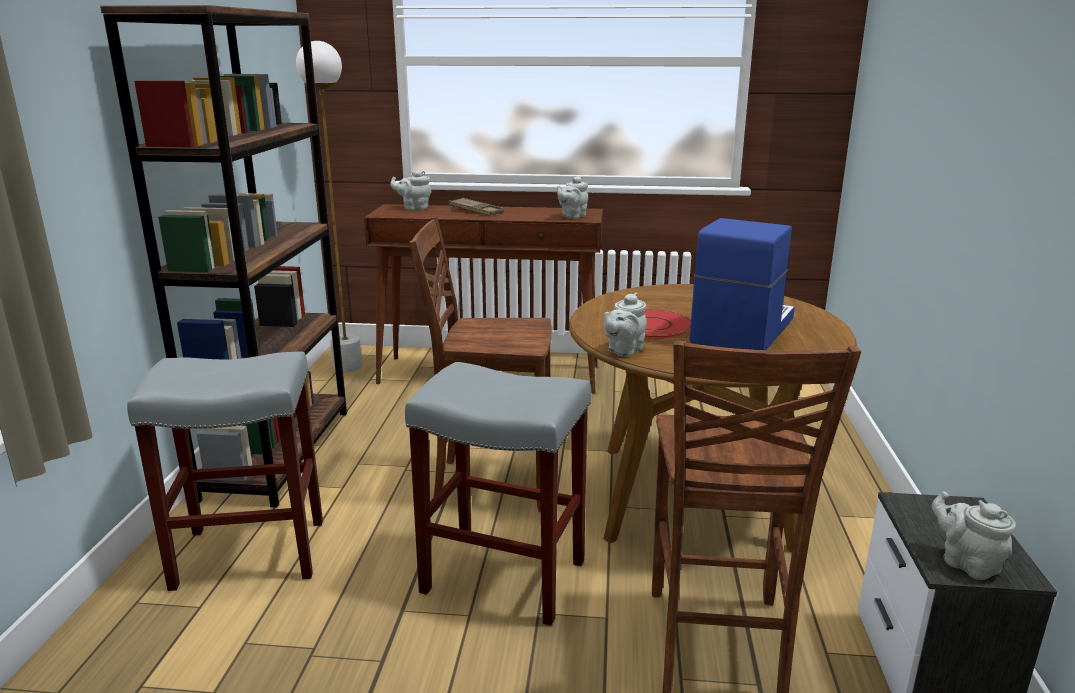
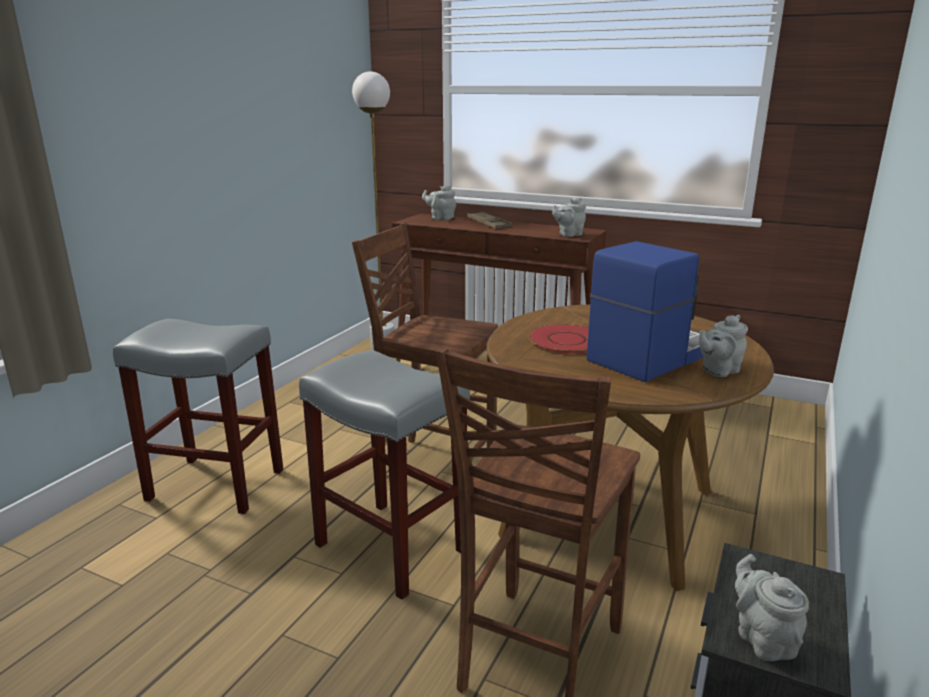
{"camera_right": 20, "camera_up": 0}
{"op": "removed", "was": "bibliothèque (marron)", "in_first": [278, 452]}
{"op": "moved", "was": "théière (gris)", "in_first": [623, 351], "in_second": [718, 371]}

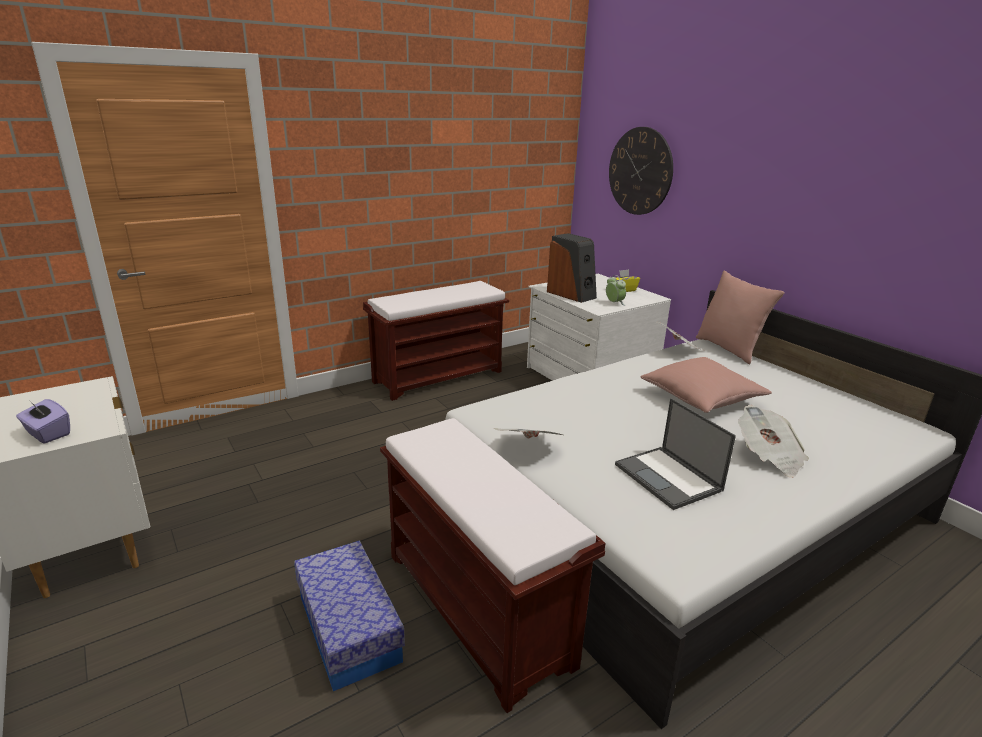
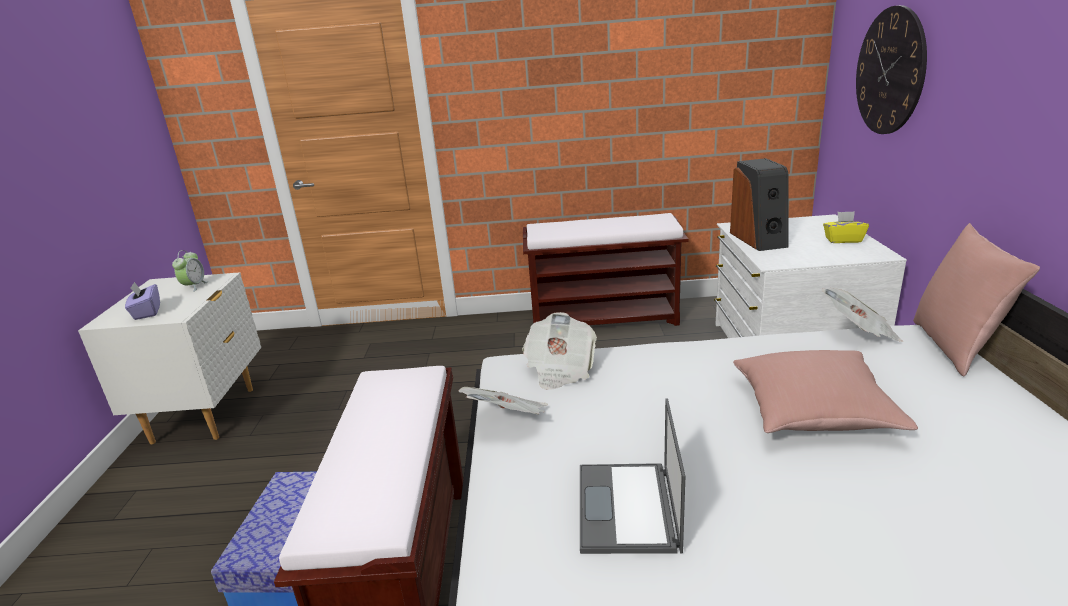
{"camera_right": 35, "camera_up": 0}
{"op": "moved", "was": "réveil", "in_first": [614, 303], "in_second": [194, 286]}
{"op": "moved", "was": "journal", "in_first": [769, 457], "in_second": [560, 369]}

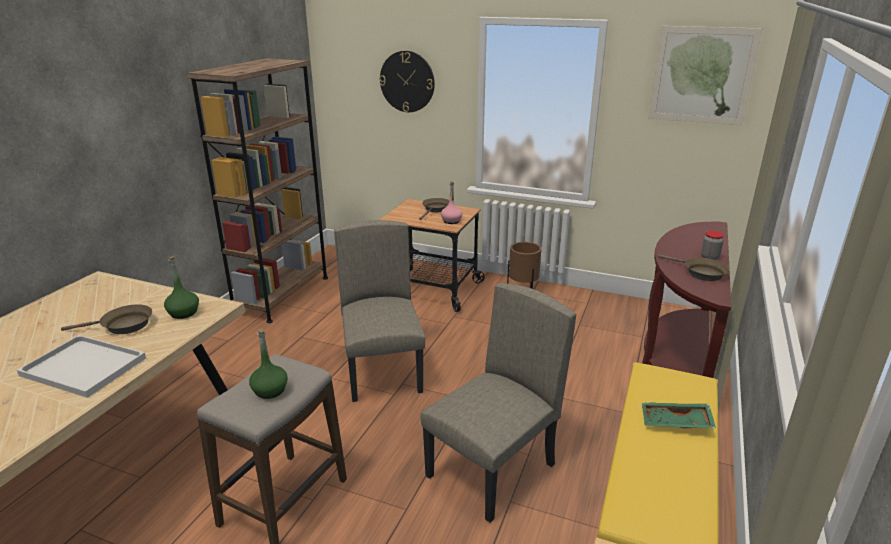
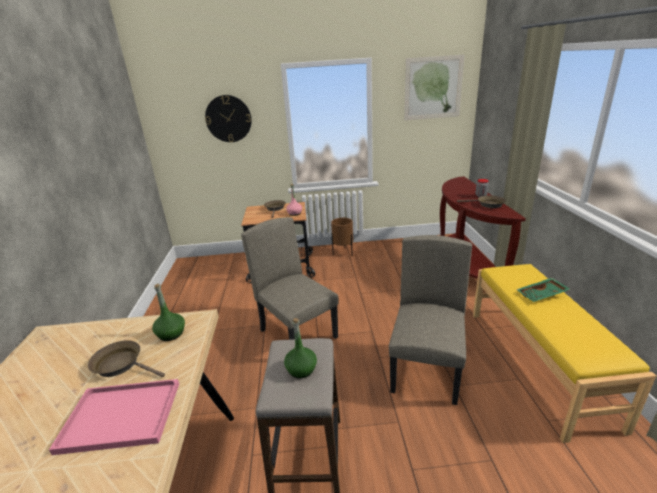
{"camera_right": -25, "camera_up": 0}
{"op": "recoloured", "was": "plateau (blanc)", "now": "plateau (rose)", "in_first": [86, 366], "in_second": [123, 415]}
{"op": "turned", "was": "poêle (marron)", "in_first": [123, 325], "in_second": [121, 364], "clockwise": -120}
{"op": "removed", "was": "bibliothèque (marron)", "in_first": [282, 295]}

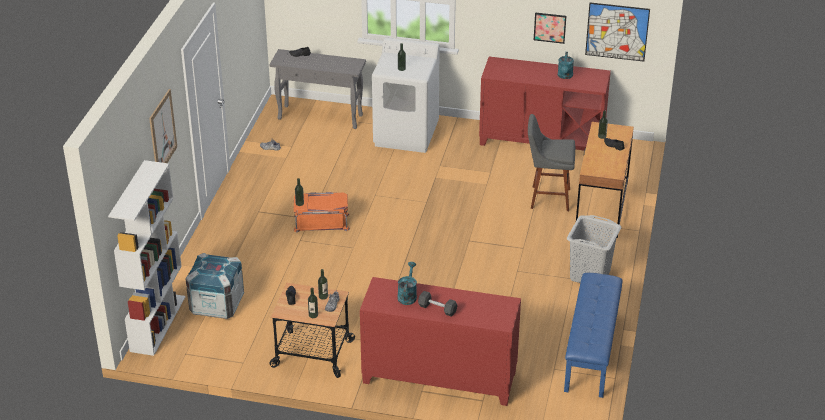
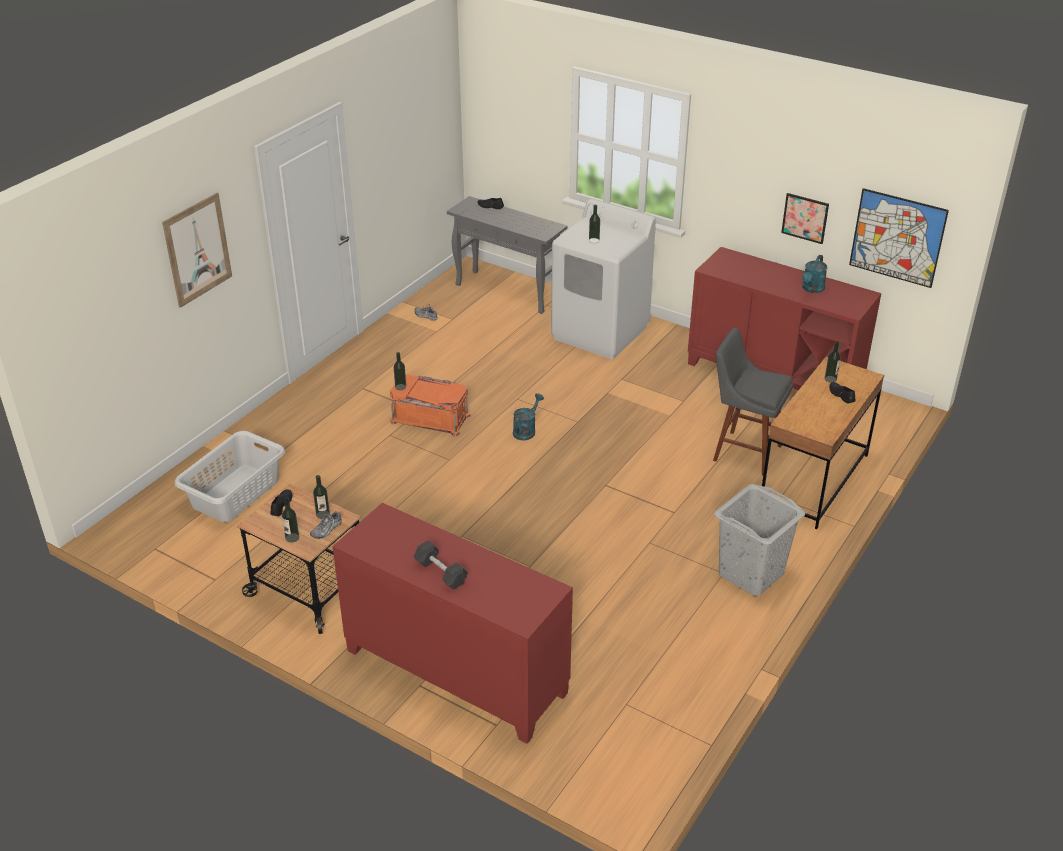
{"camera_right": 20, "camera_up": 0}
{"op": "removed", "was": "bibliothèque (blanc)", "in_first": [157, 323]}
{"op": "replaced", "was": "caisse", "now": "panier à linge (gris)", "in_first": [217, 304], "in_second": [236, 493]}
{"op": "moved", "was": "arrosoir (turquoise)", "in_first": [407, 295], "in_second": [526, 430]}
{"op": "removed", "was": "banc (bleu)", "in_first": [592, 351]}

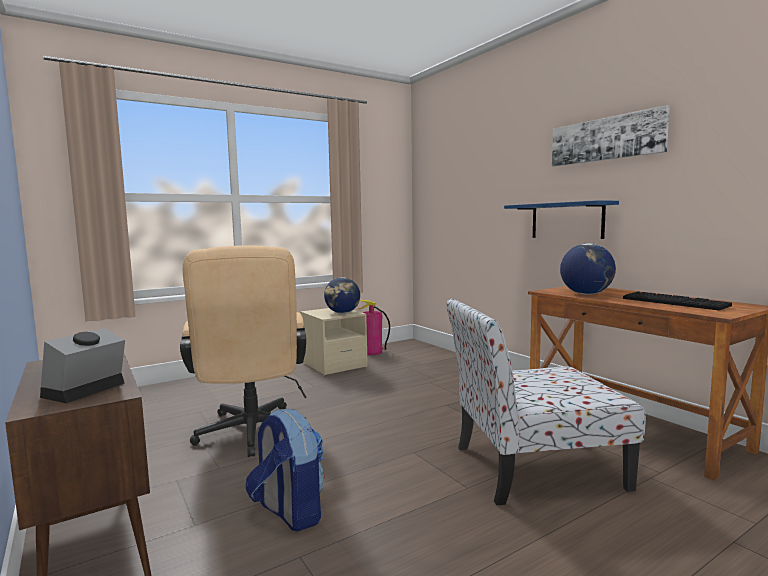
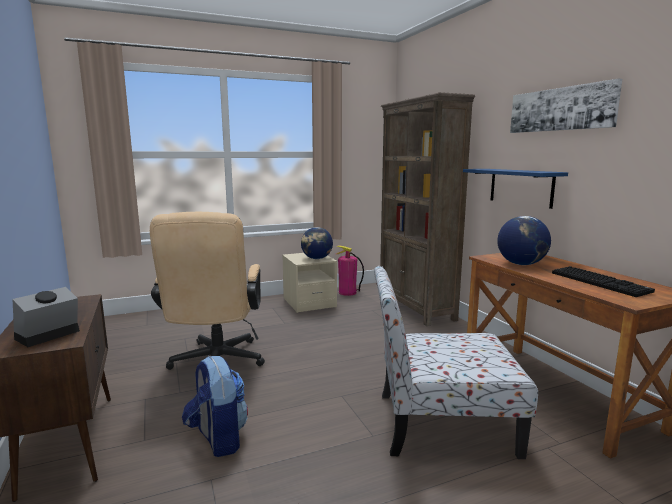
{"camera_right": 10, "camera_up": 5}
{"op": "added", "now": "bibliothèque (marron)", "in_second": [416, 308]}

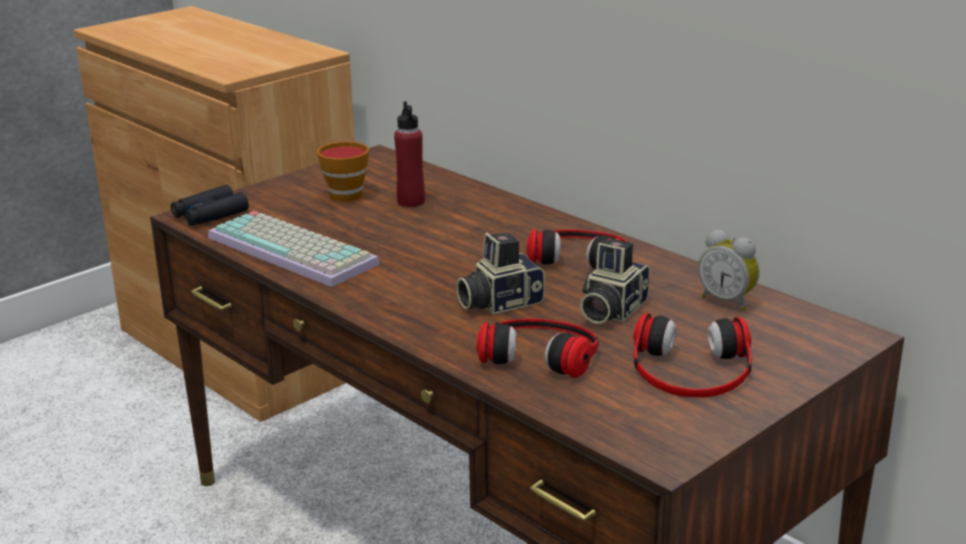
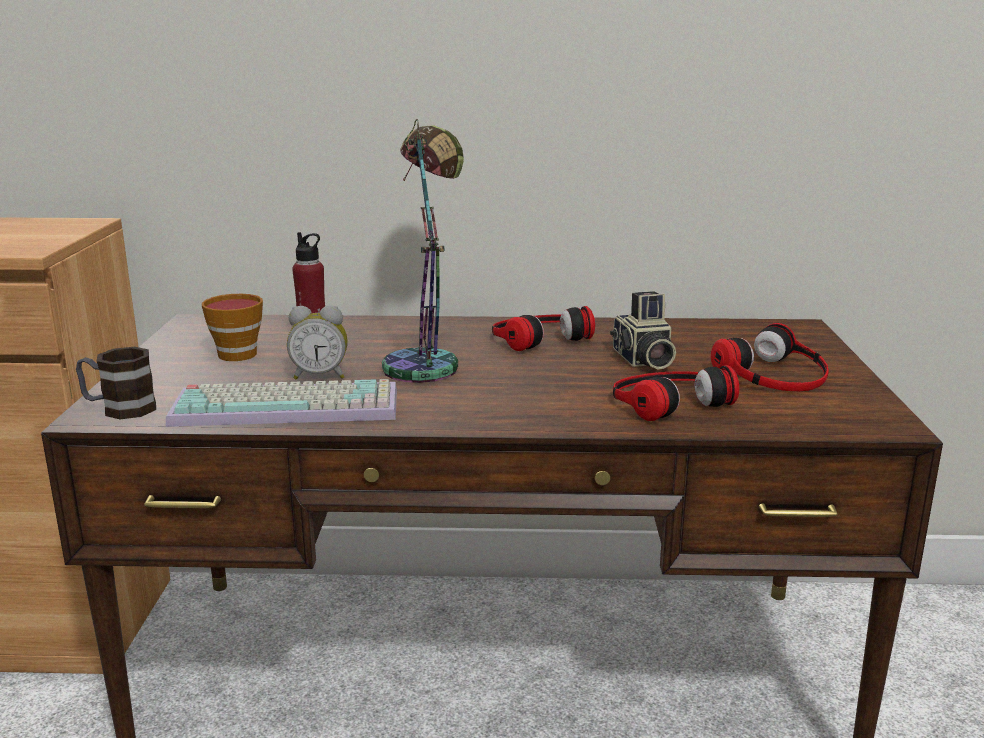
{"camera_right": -45, "camera_up": -5}
{"op": "replaced", "was": "jumelles (noir)", "now": "mug", "in_first": [210, 215], "in_second": [119, 408]}
{"op": "removed", "was": "appareil photo", "in_first": [498, 302]}
{"op": "moved", "was": "réveil", "in_first": [728, 301], "in_second": [320, 375]}
{"op": "added", "now": "lampe de table", "in_second": [428, 361]}

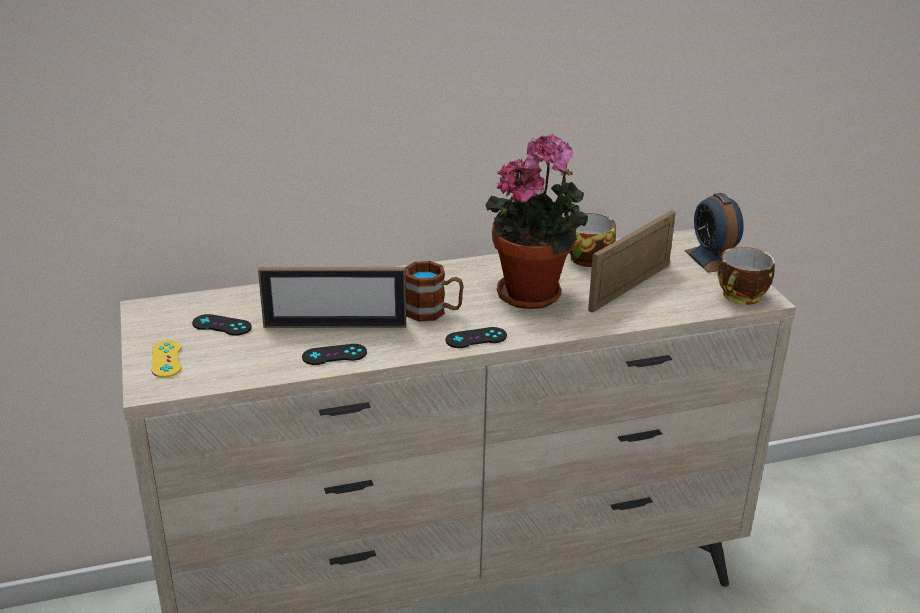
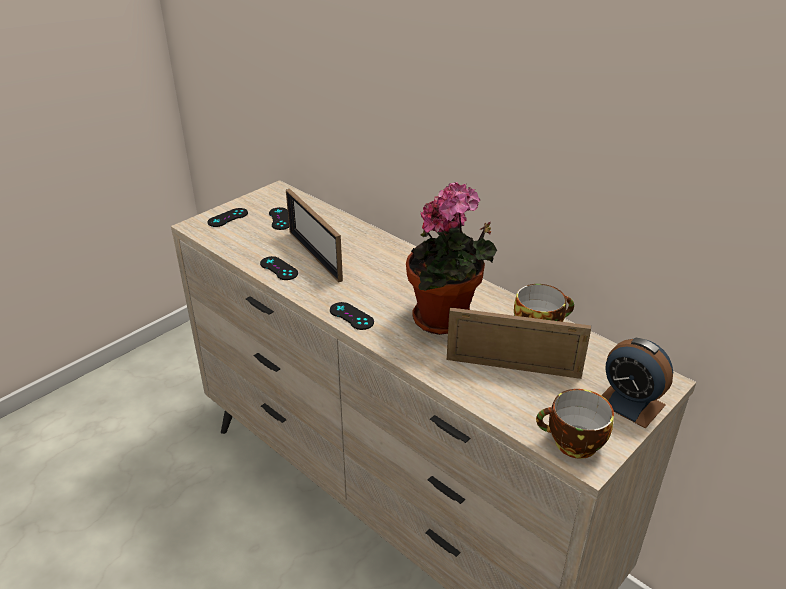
{"camera_right": 60, "camera_up": 5}
{"op": "recoloured", "was": "manette (jaune)", "now": "manette (noir)", "in_first": [166, 359], "in_second": [228, 218]}
{"op": "removed", "was": "mug", "in_first": [433, 312]}
{"op": "turned", "was": "réveil", "in_first": [713, 259], "in_second": [630, 403], "clockwise": -90}

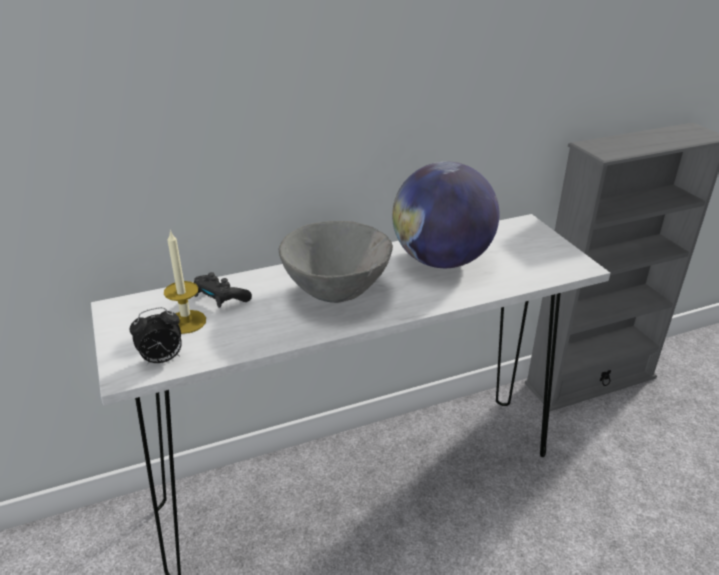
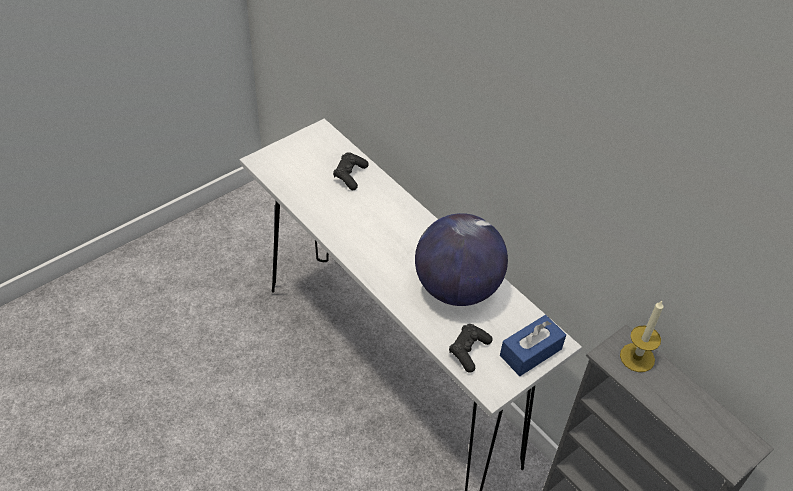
{"camera_right": 70, "camera_up": 15}
{"op": "removed", "was": "réveil", "in_first": [162, 360]}
{"op": "moved", "was": "bougie", "in_first": [186, 322], "in_second": [637, 357]}
{"op": "removed", "was": "bol (gris)", "in_first": [336, 293]}
{"op": "added", "now": "manette (noir)", "in_second": [468, 351]}
{"op": "added", "now": "boîte à mouchoirs (bleu)", "in_second": [530, 352]}

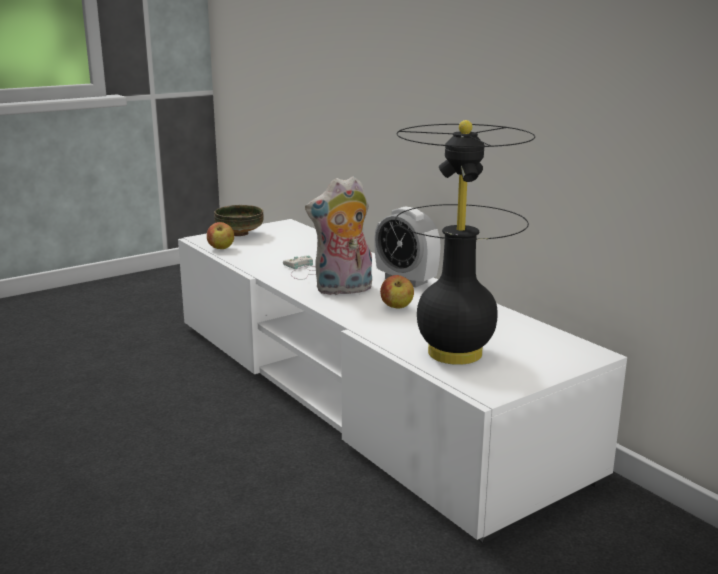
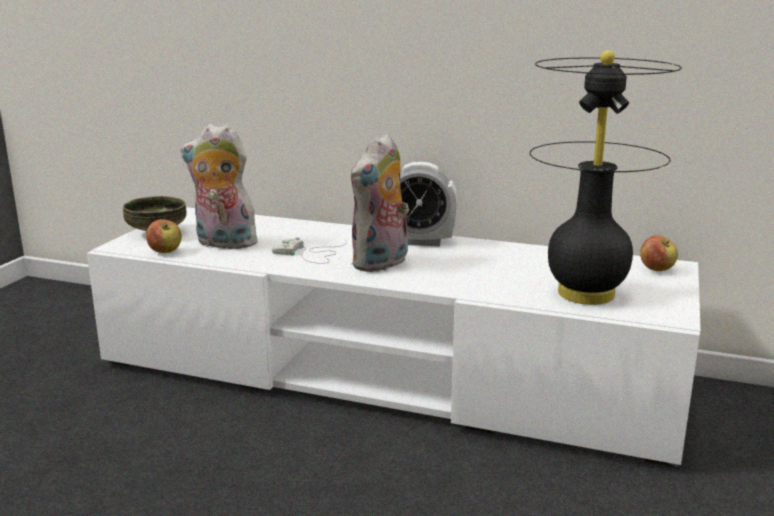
{"camera_right": -35, "camera_up": 0}
{"op": "moved", "was": "pomme", "in_first": [396, 307], "in_second": [657, 270]}
{"op": "added", "now": "peluche", "in_second": [223, 244]}

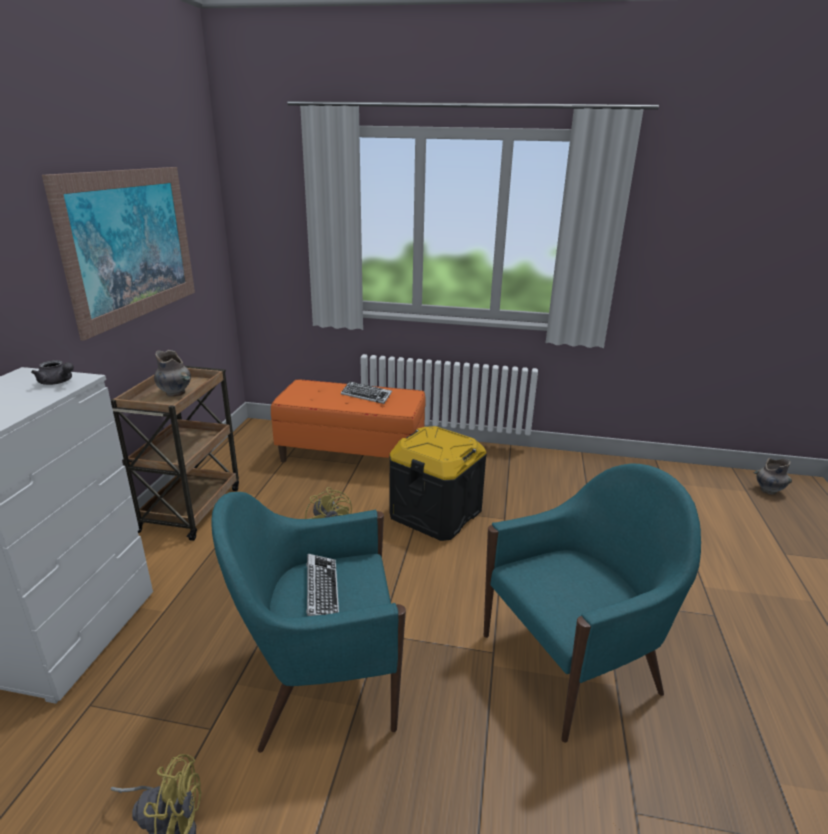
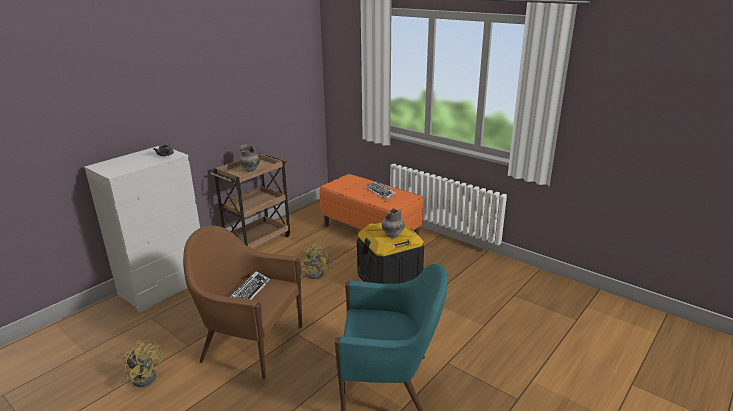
{"camera_right": 30, "camera_up": 0}
{"op": "removed", "was": "tableau", "in_first": [131, 245]}
{"op": "recoloured", "was": "fauteuil (turquoise)", "now": "fauteuil (marron)", "in_first": [321, 678], "in_second": [251, 343]}
{"op": "moved", "was": "vase (gris)", "in_first": [767, 491], "in_second": [392, 235]}

